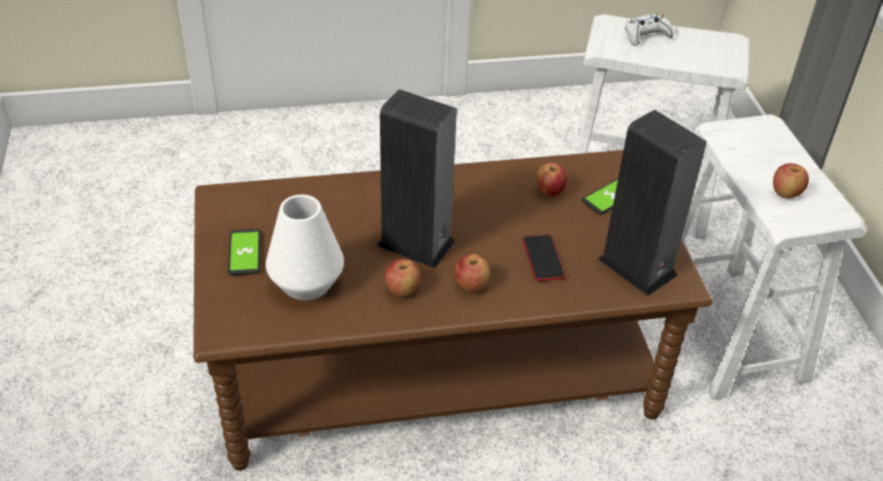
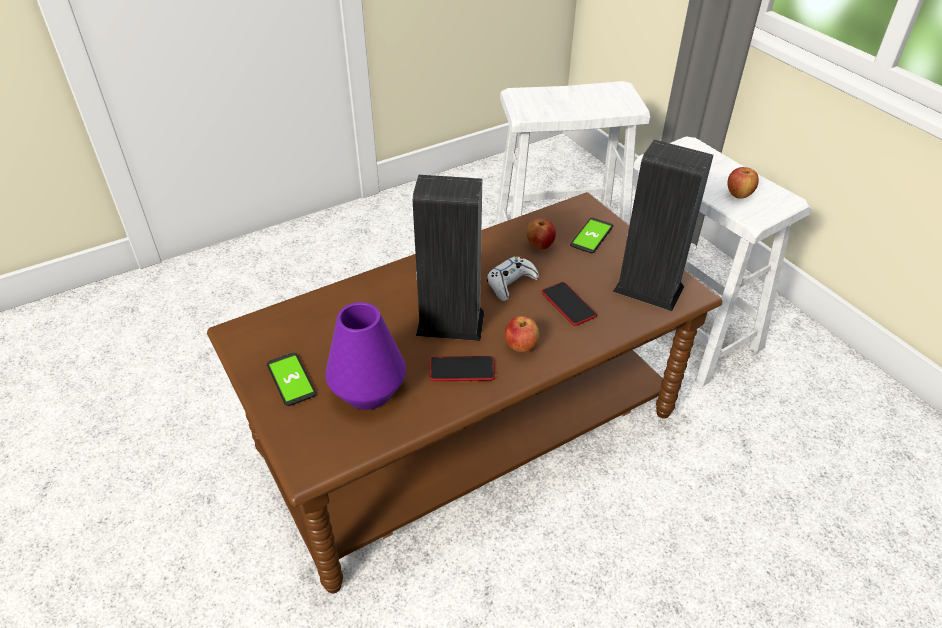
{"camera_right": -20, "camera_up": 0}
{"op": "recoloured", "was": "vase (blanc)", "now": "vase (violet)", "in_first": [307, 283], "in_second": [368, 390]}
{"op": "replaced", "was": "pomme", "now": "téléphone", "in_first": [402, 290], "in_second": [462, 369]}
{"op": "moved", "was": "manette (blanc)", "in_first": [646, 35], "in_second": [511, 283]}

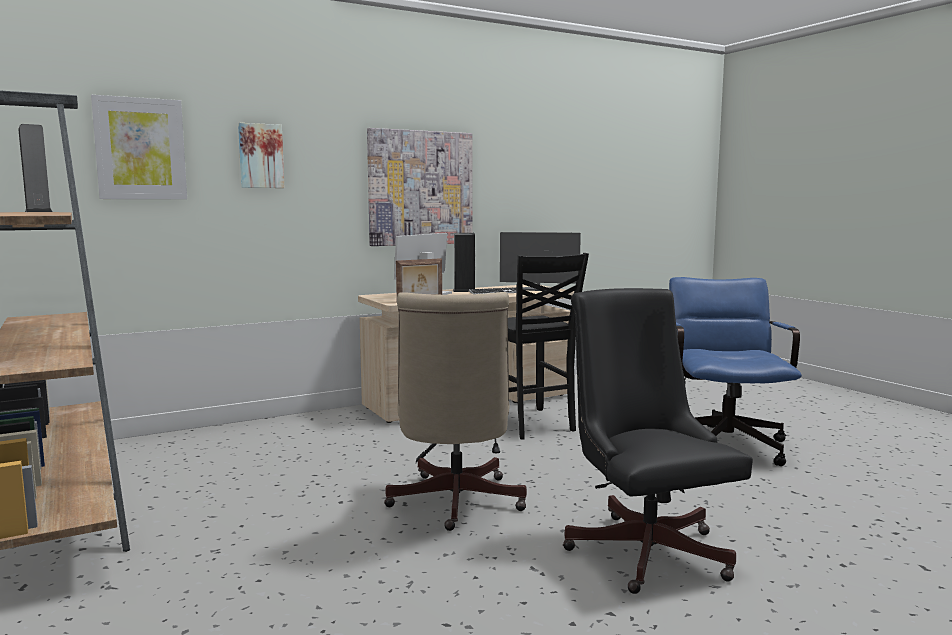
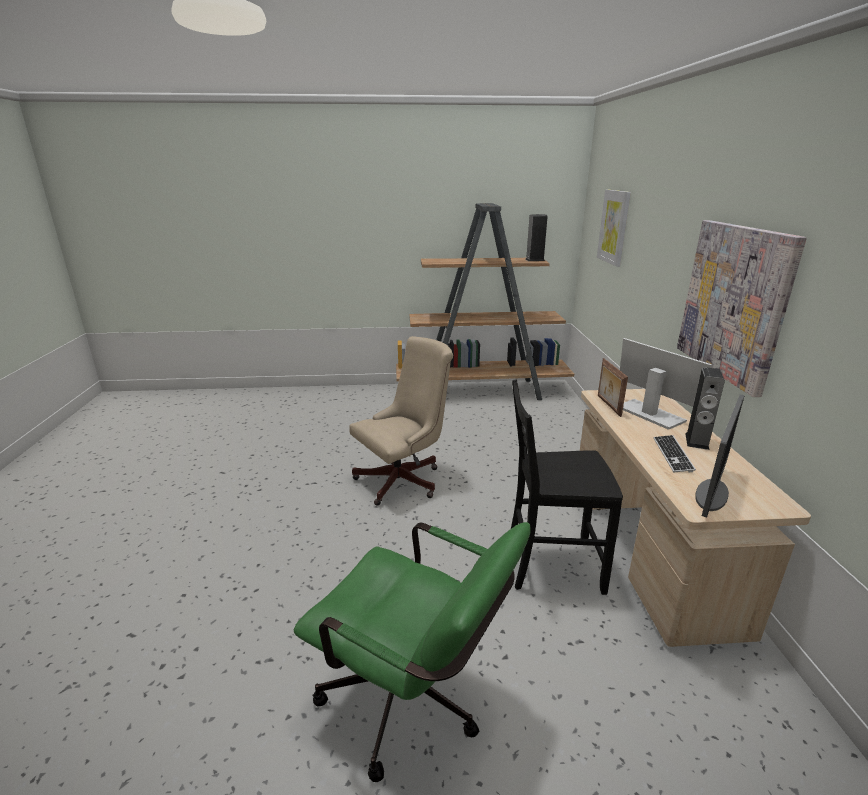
{"camera_right": 115, "camera_up": 15}
{"op": "removed", "was": "tableau", "in_first": [261, 156]}
{"op": "turned", "was": "chaise de bureau (beige)", "in_first": [454, 504], "in_second": [404, 479], "clockwise": 120}
{"op": "removed", "was": "chaise de bureau (noir)", "in_first": [644, 547]}
{"op": "recoloured", "was": "chaise de bureau (bleu)", "now": "chaise de bureau (vert)", "in_first": [723, 442], "in_second": [413, 703]}

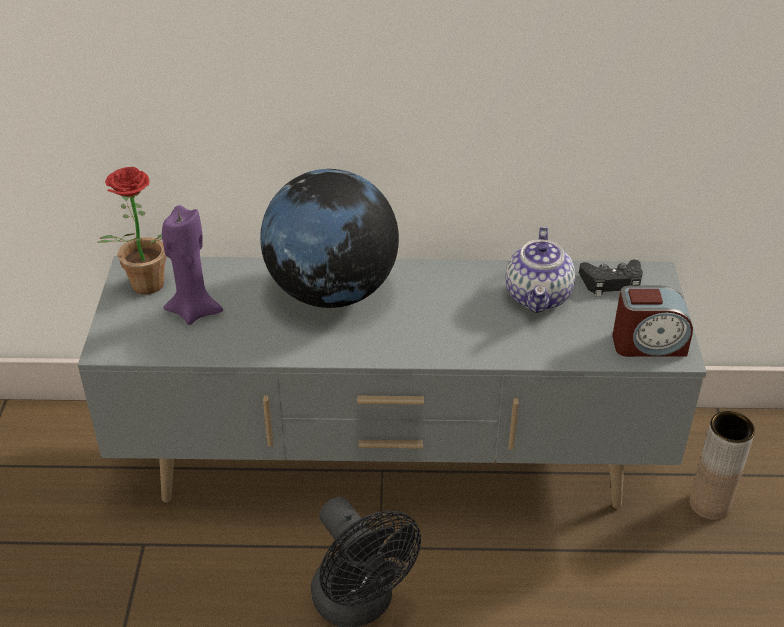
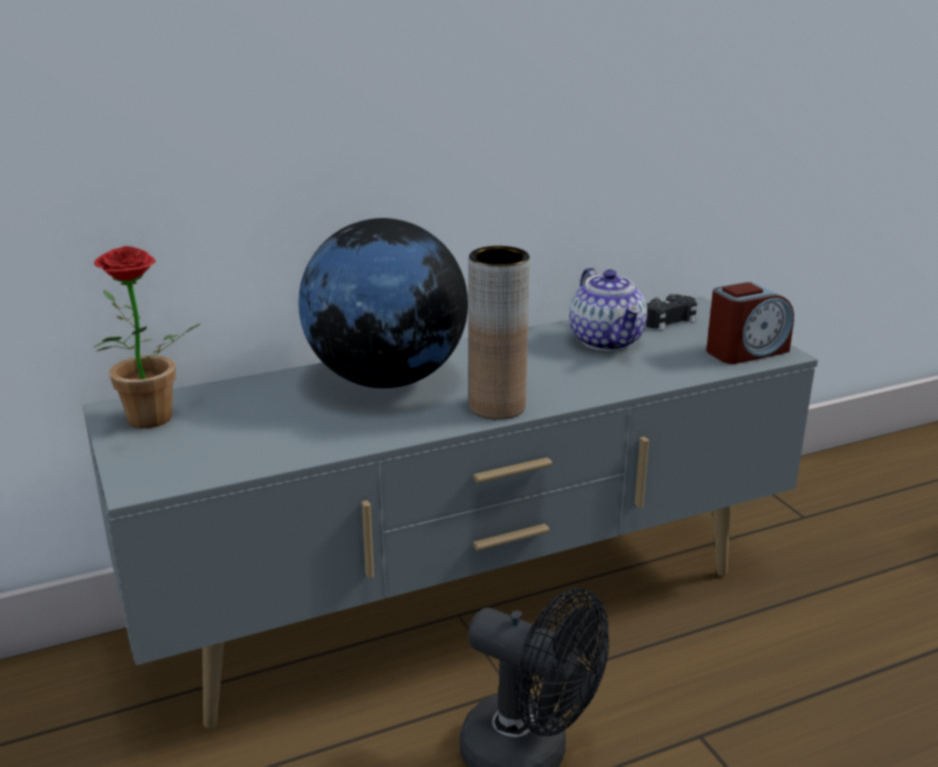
{"camera_right": -25, "camera_up": -15}
{"op": "removed", "was": "bougie (violet)", "in_first": [194, 311]}
{"op": "moved", "was": "vase (marron)", "in_first": [709, 504], "in_second": [497, 407]}

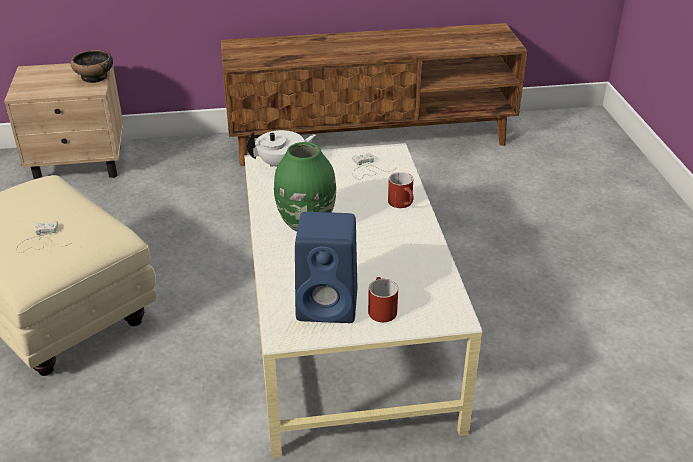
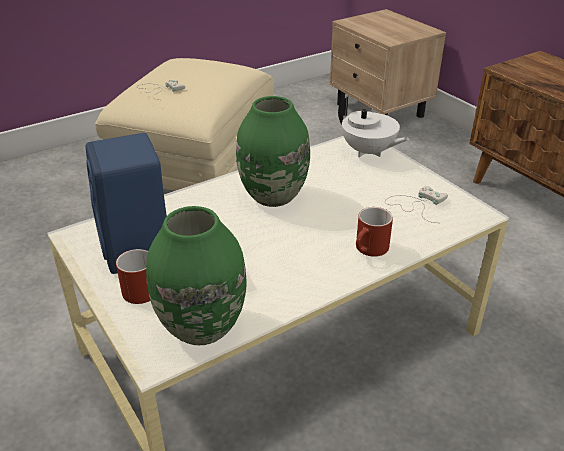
{"camera_right": 65, "camera_up": 0}
{"op": "removed", "was": "bol", "in_first": [95, 77]}
{"op": "added", "now": "vase (vert)", "in_second": [200, 327]}

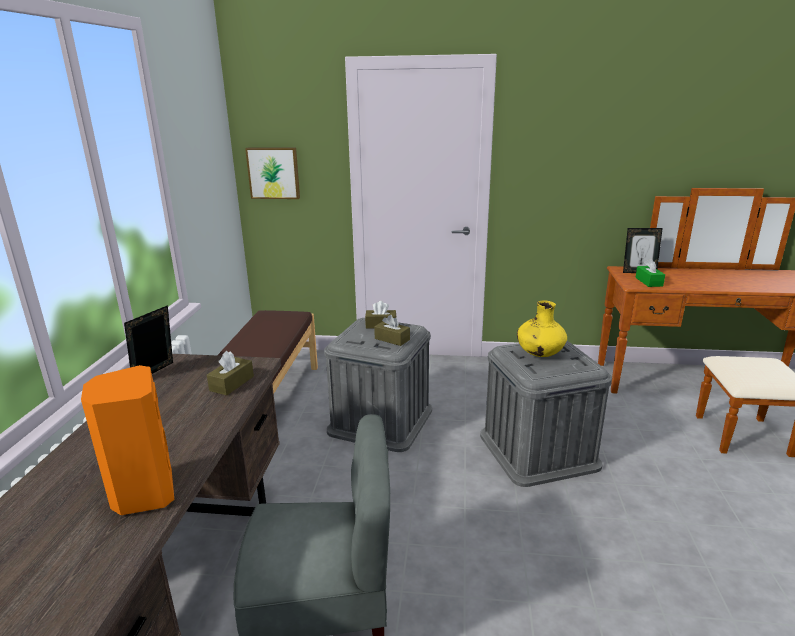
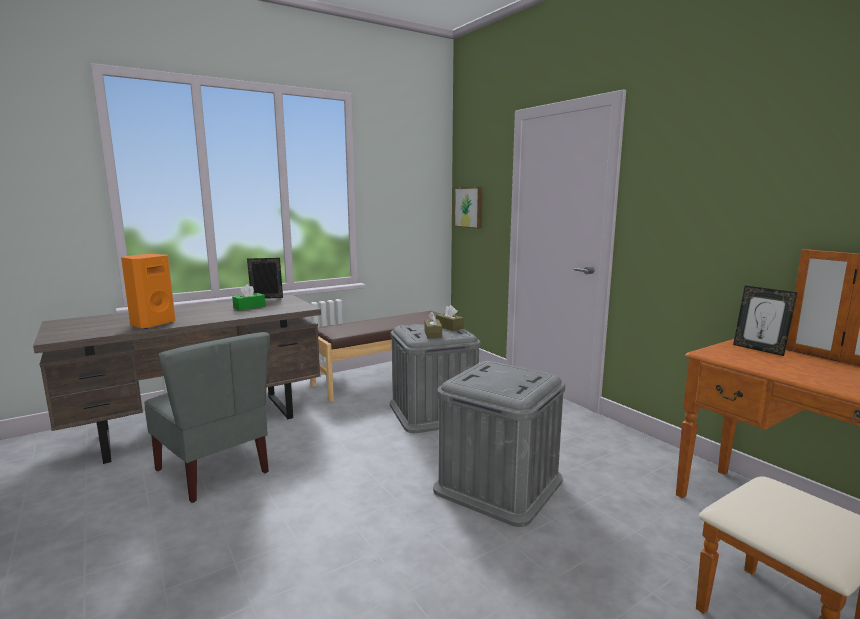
{"camera_right": 50, "camera_up": -10}
{"op": "removed", "was": "boîte à mouchoirs (marron)", "in_first": [232, 383]}
{"op": "removed", "was": "vase (jaune)", "in_first": [539, 354]}
{"op": "moved", "was": "boîte à mouchoirs (vert)", "in_first": [648, 282], "in_second": [249, 307]}

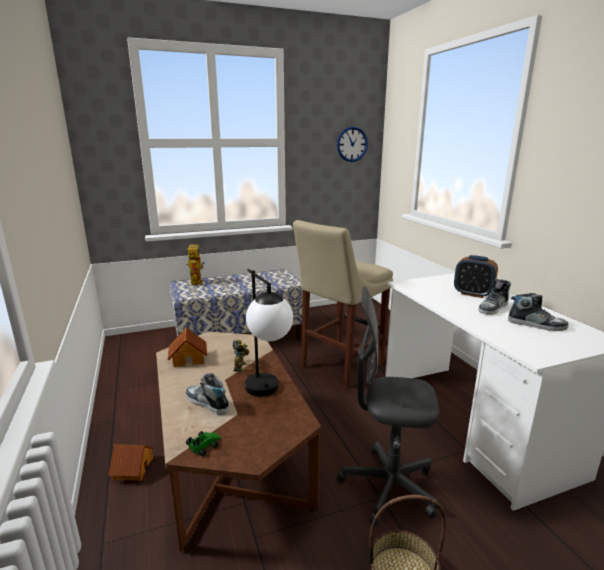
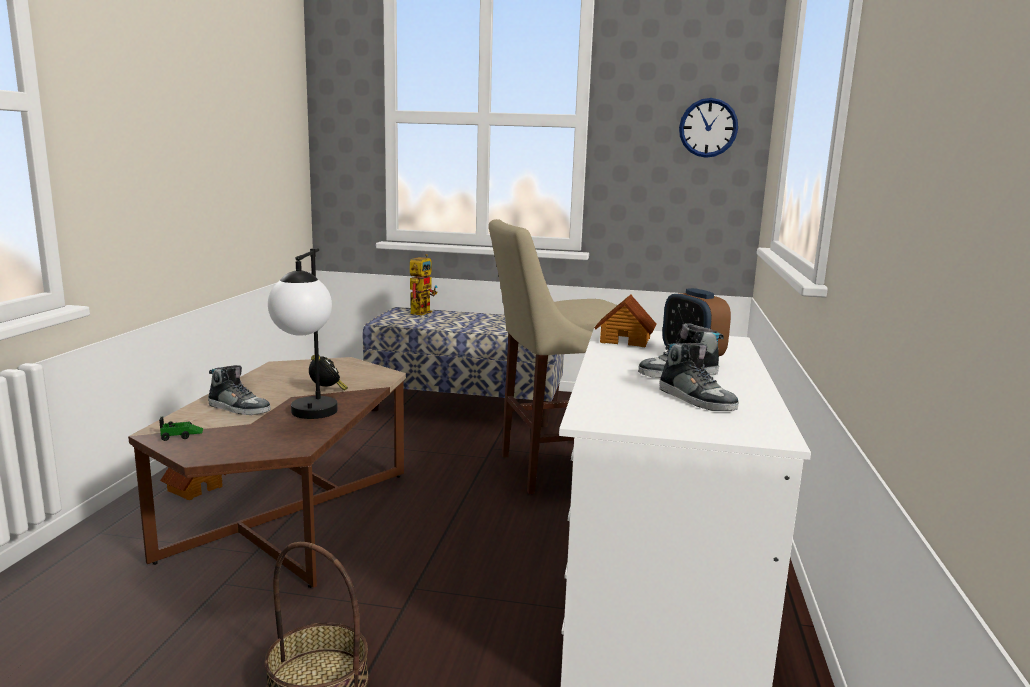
{"camera_right": 30, "camera_up": -5}
{"op": "moved", "was": "maison miniature", "in_first": [189, 358], "in_second": [625, 340]}
{"op": "turned", "was": "chaussure", "in_first": [207, 403], "in_second": [239, 408], "clockwise": 135}
{"op": "replaced", "was": "robot jouet", "now": "réveil", "in_first": [241, 366], "in_second": [327, 391]}
{"op": "removed", "was": "chaise de bureau (gris)", "in_first": [388, 487]}

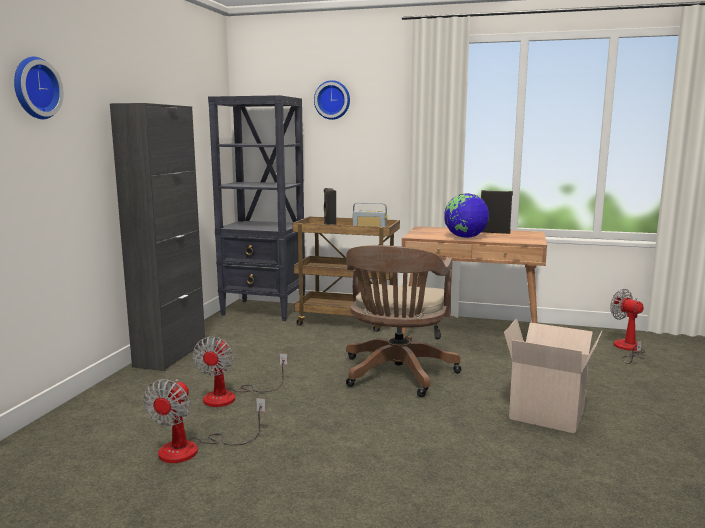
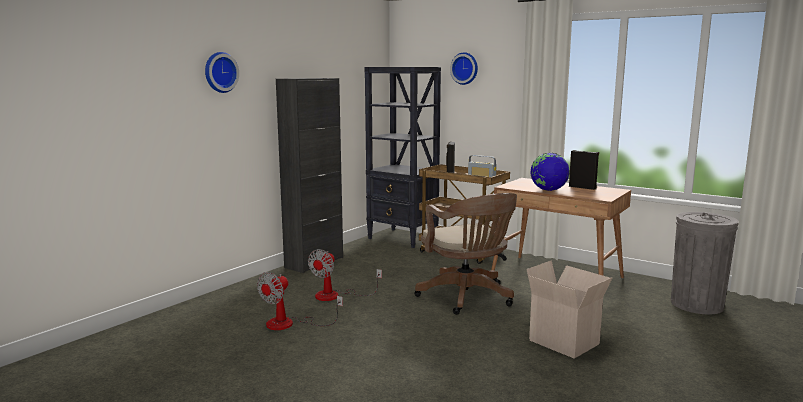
{"camera_right": 20, "camera_up": 0}
{"op": "turned", "was": "chaise de bureau (marron)", "in_first": [397, 375], "in_second": [467, 297], "clockwise": -60}
{"op": "replaced", "was": "ventilateur", "now": "poubelle (gris)", "in_first": [628, 349], "in_second": [696, 304]}

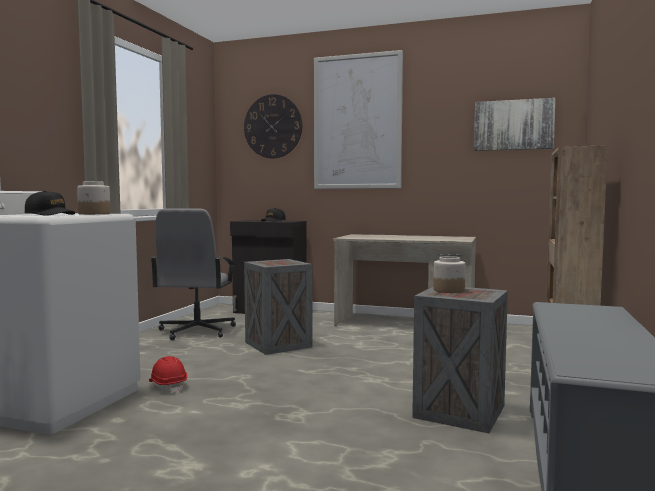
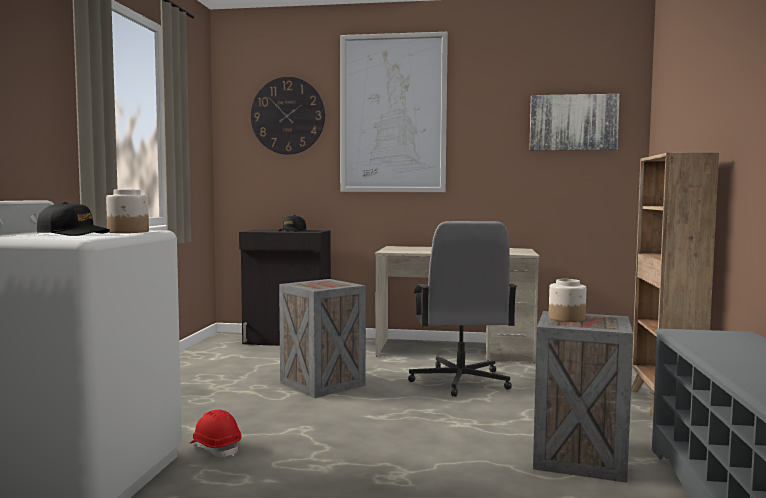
{"camera_right": -10, "camera_up": 0}
{"op": "moved", "was": "chaise de bureau (gris)", "in_first": [196, 331], "in_second": [460, 381]}

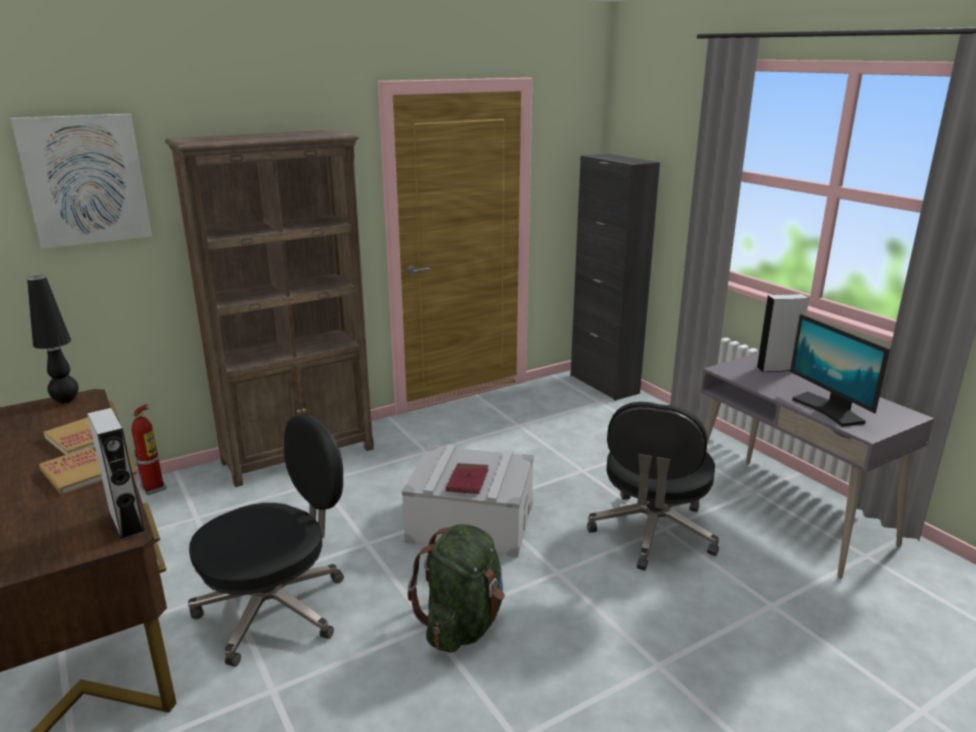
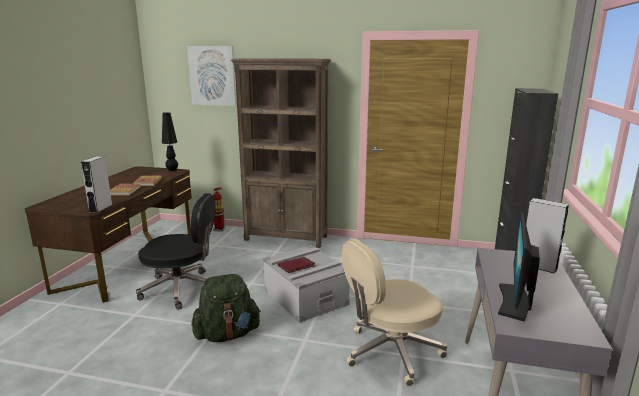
{"camera_right": 45, "camera_up": -5}
{"op": "recoloured", "was": "chaise de bureau (noir)", "now": "chaise de bureau (beige)", "in_first": [652, 533], "in_second": [391, 352]}

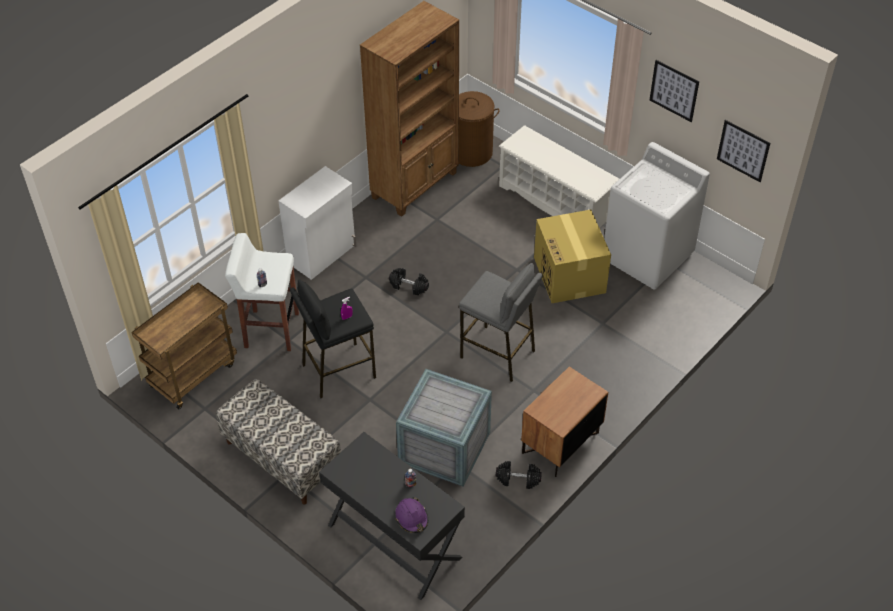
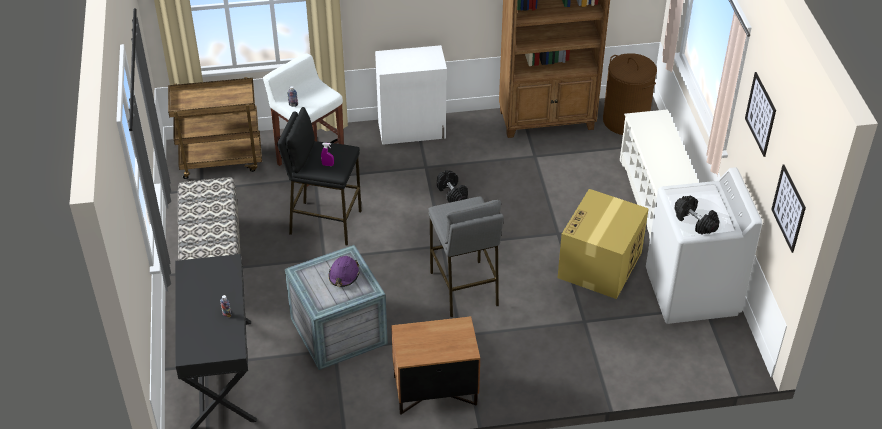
{"camera_right": 40, "camera_up": -5}
{"op": "moved", "was": "casque de chantier (violet)", "in_first": [412, 518], "in_second": [344, 275]}
{"op": "moved", "was": "haltère (noir)", "in_first": [518, 479], "in_second": [695, 222]}

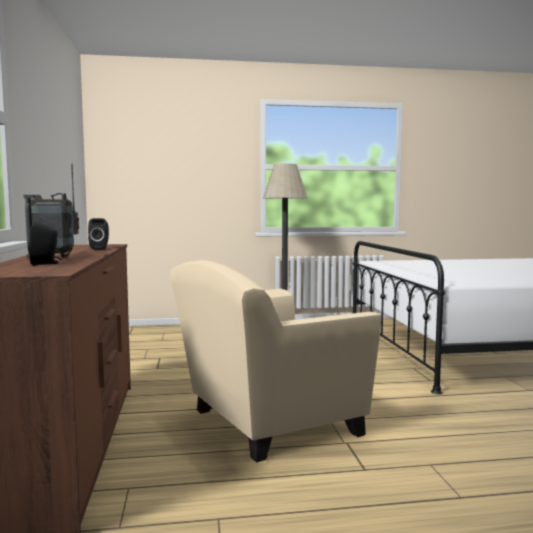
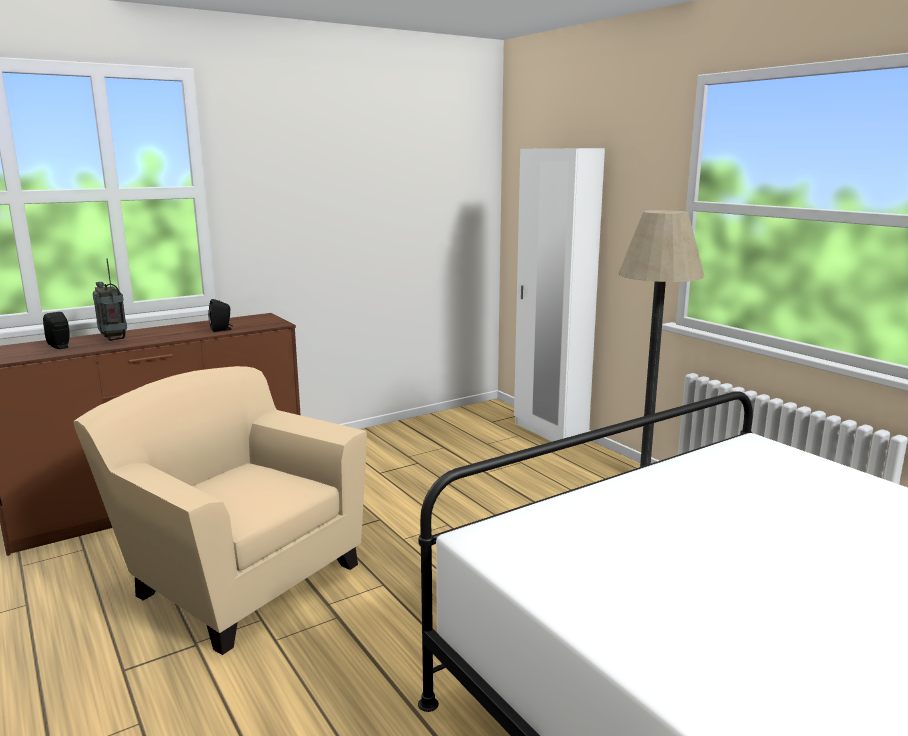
{"camera_right": 65, "camera_up": 10}
{"op": "added", "now": "armoire (blanc)", "in_second": [549, 432]}

